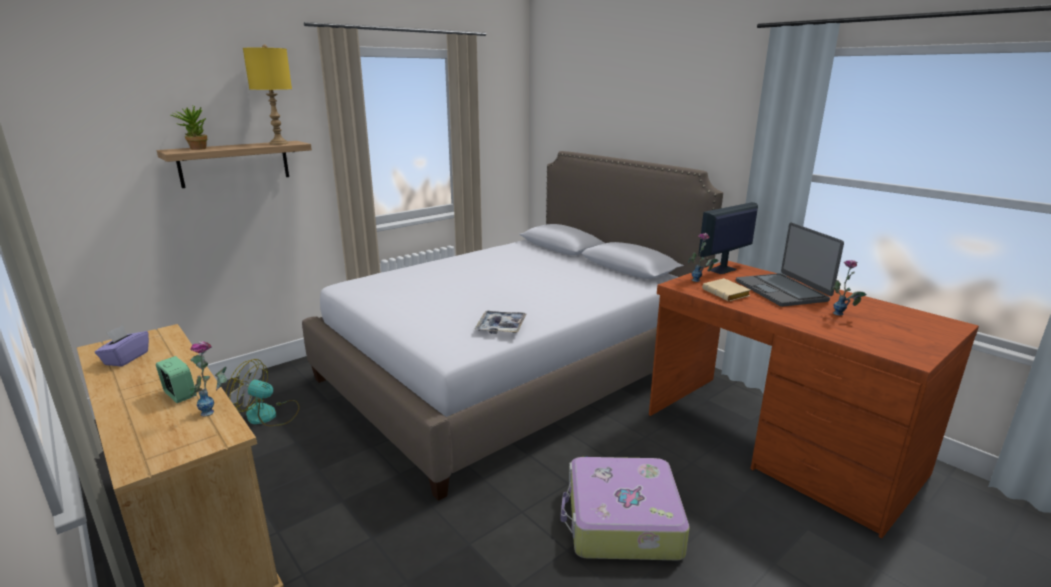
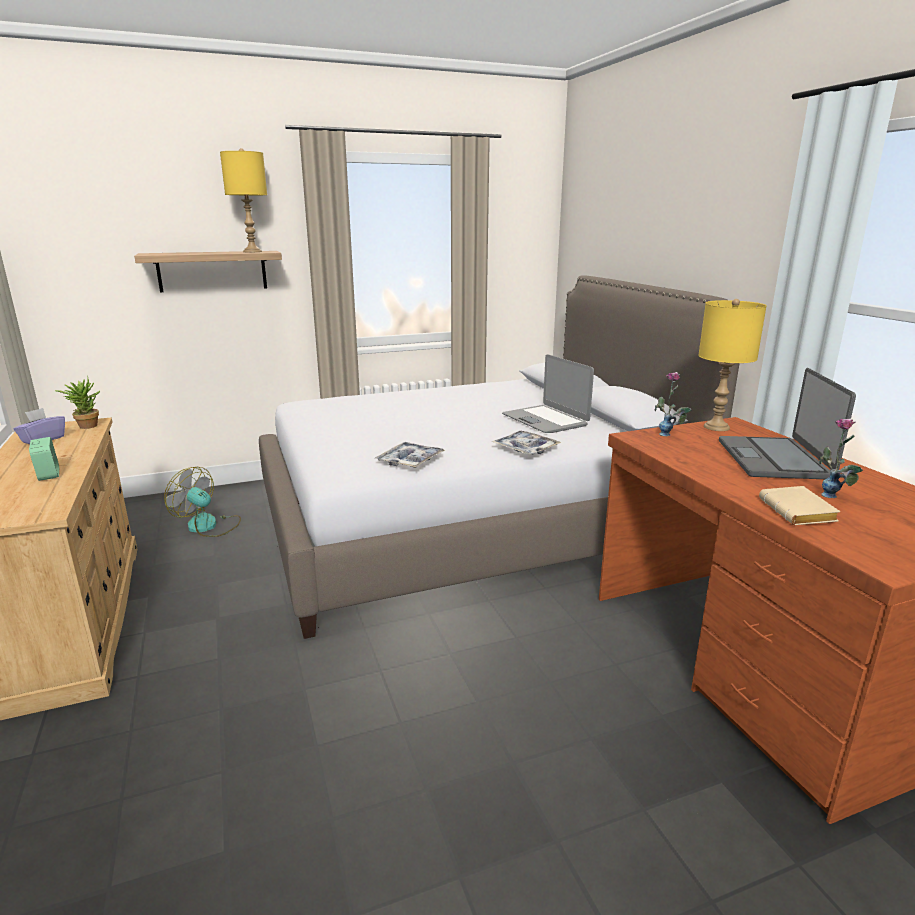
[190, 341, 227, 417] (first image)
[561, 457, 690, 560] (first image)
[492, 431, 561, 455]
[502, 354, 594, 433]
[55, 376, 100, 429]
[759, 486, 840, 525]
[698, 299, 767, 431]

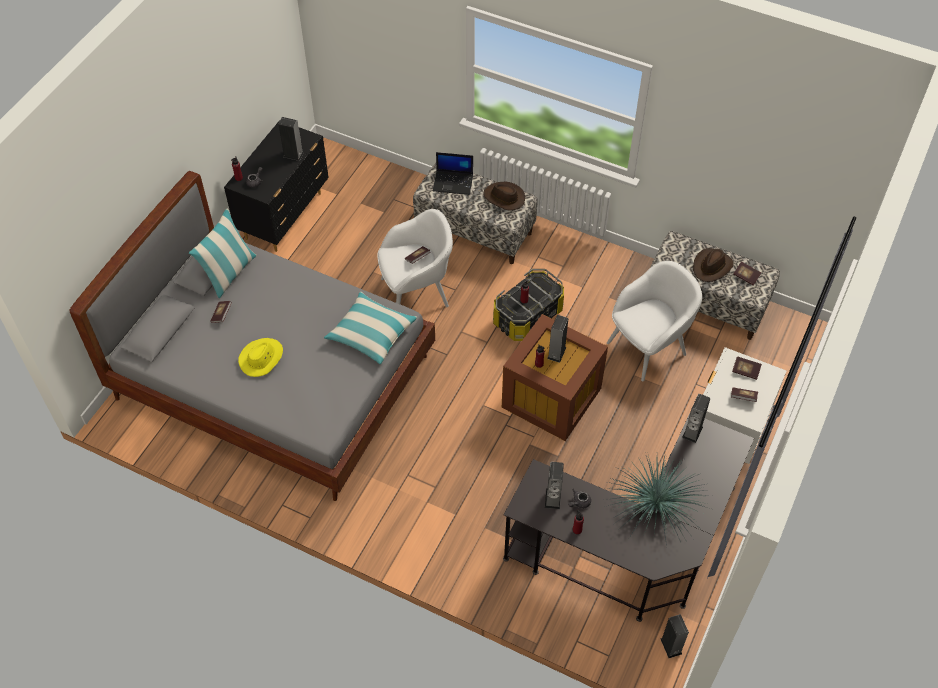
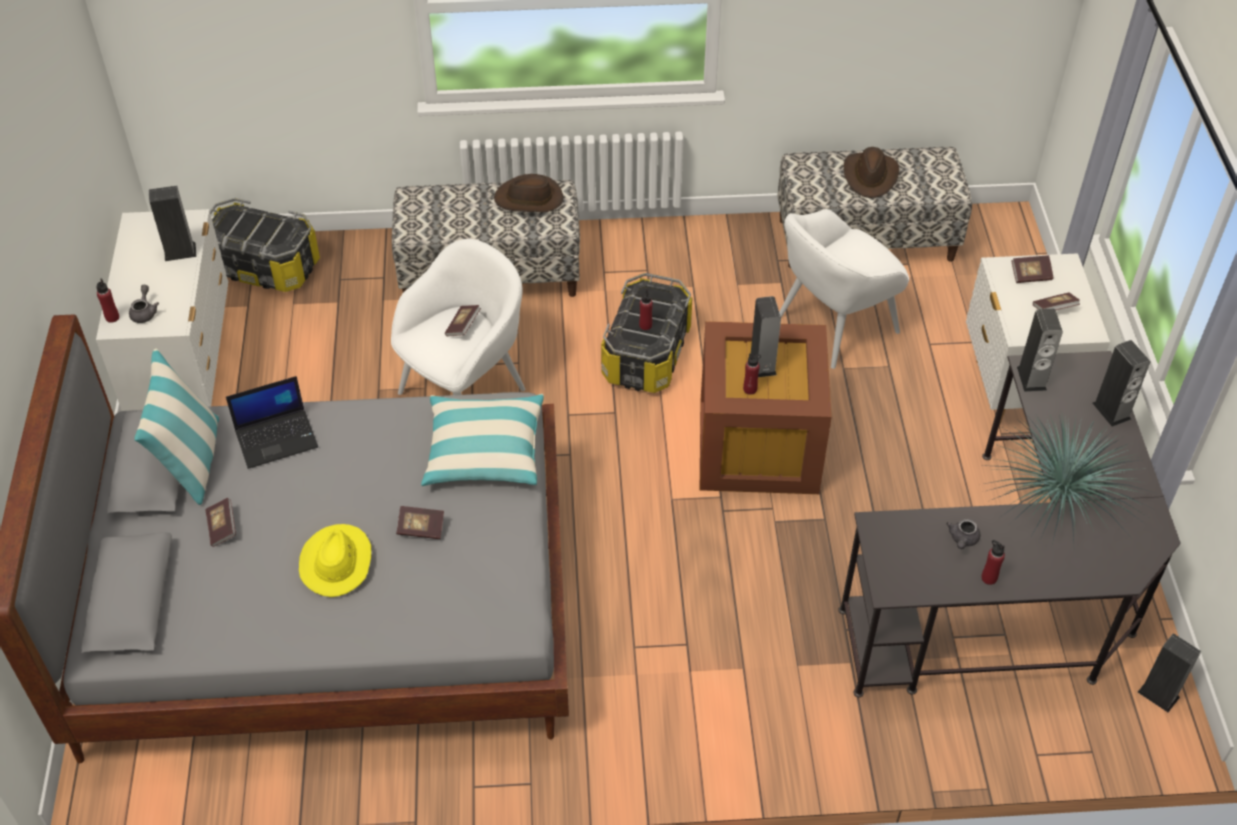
[210, 198, 320, 292]
[226, 376, 318, 469]
[1093, 340, 1150, 427]
[396, 506, 444, 539]
[96, 209, 228, 411]
[779, 209, 909, 369]

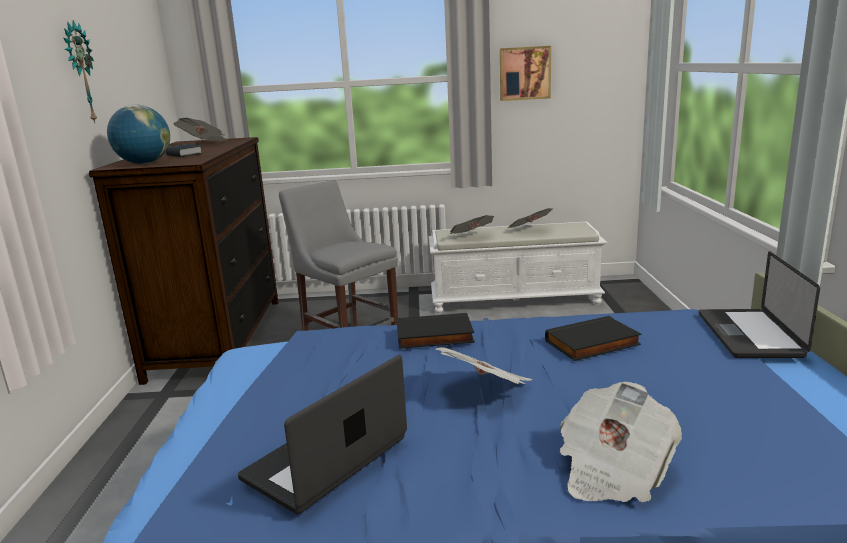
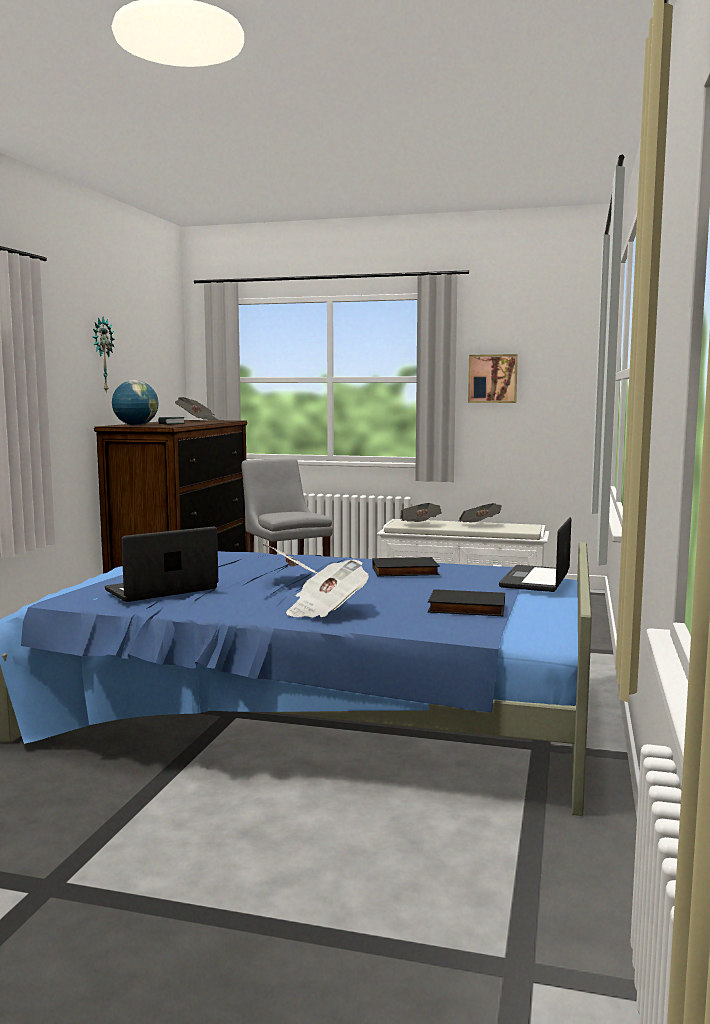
[428, 589, 505, 616]

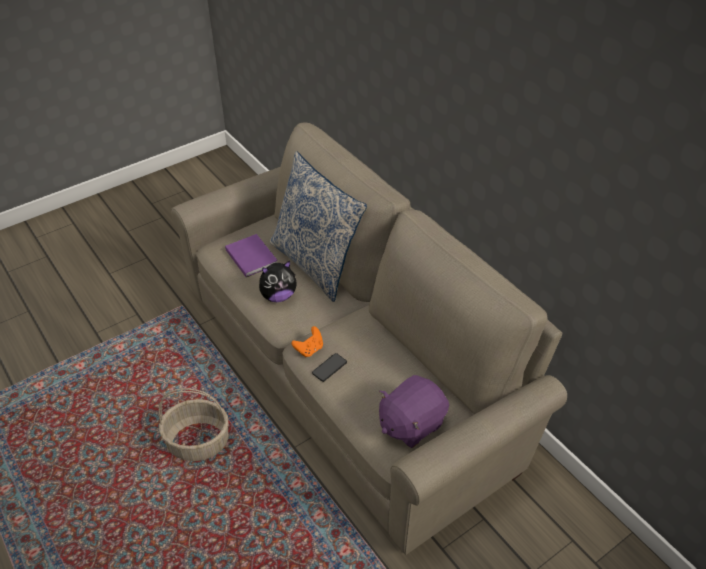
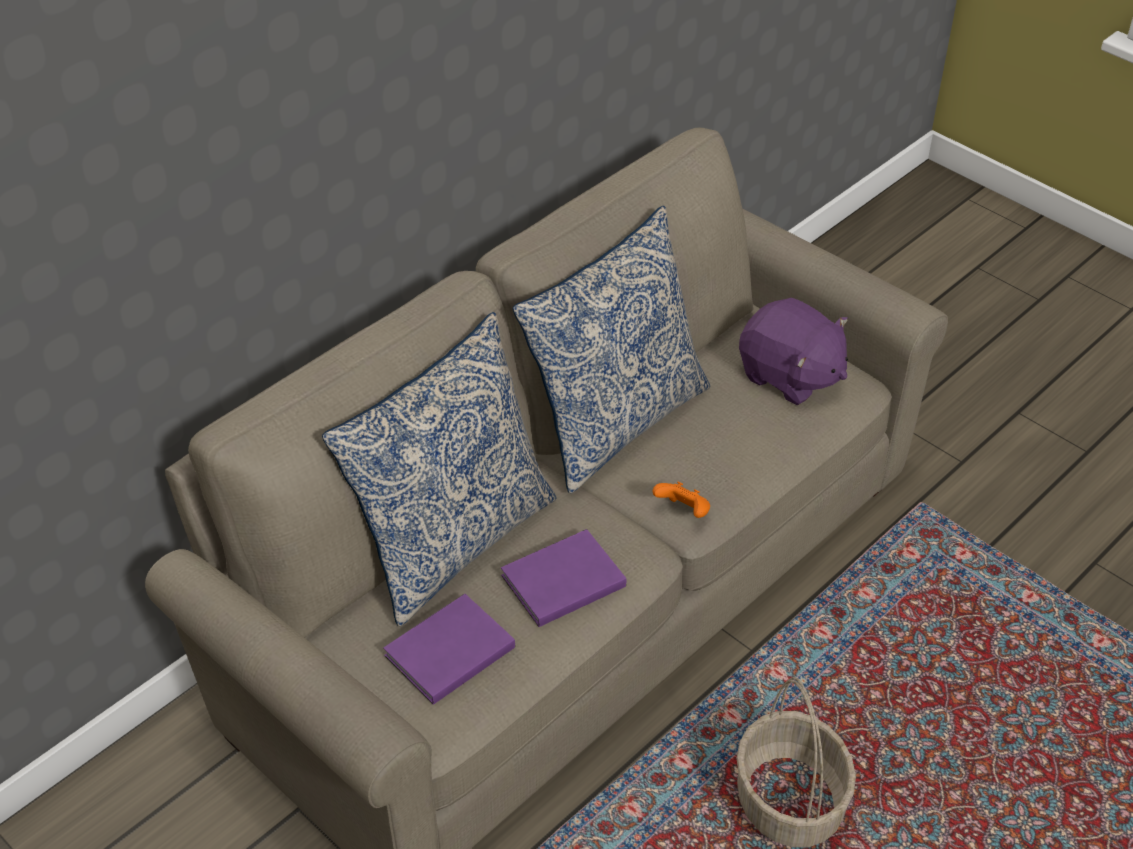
[312, 353, 347, 382] (first image)
[513, 206, 710, 493]
[501, 529, 626, 627]

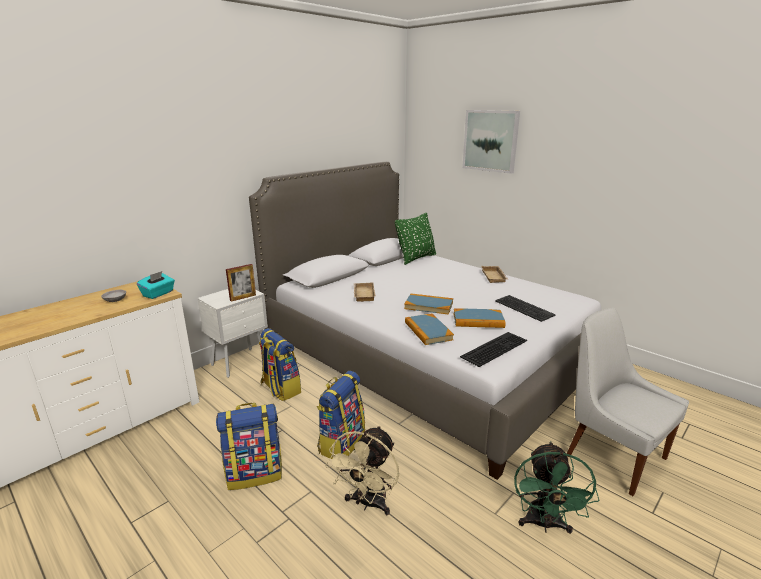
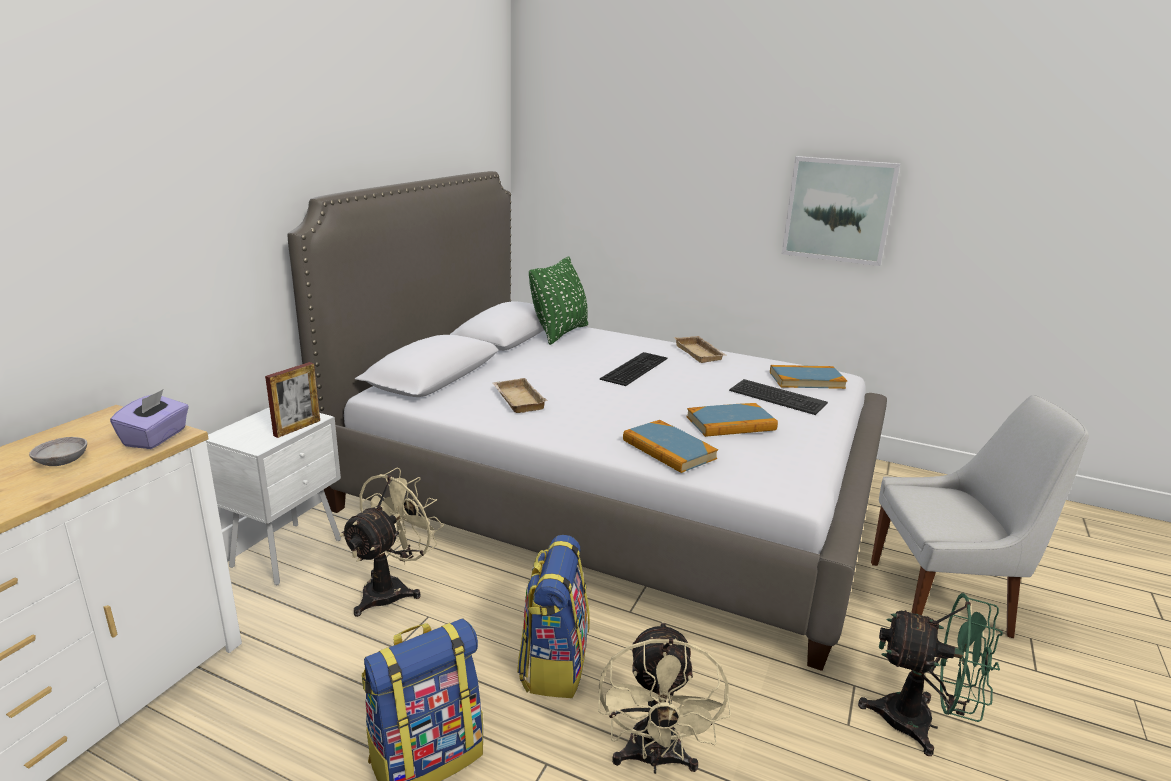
[770, 365, 847, 389]
[600, 352, 668, 386]
[782, 156, 900, 266]
[339, 467, 444, 617]
[110, 389, 189, 449]
[858, 593, 1003, 756]
[871, 395, 1089, 638]

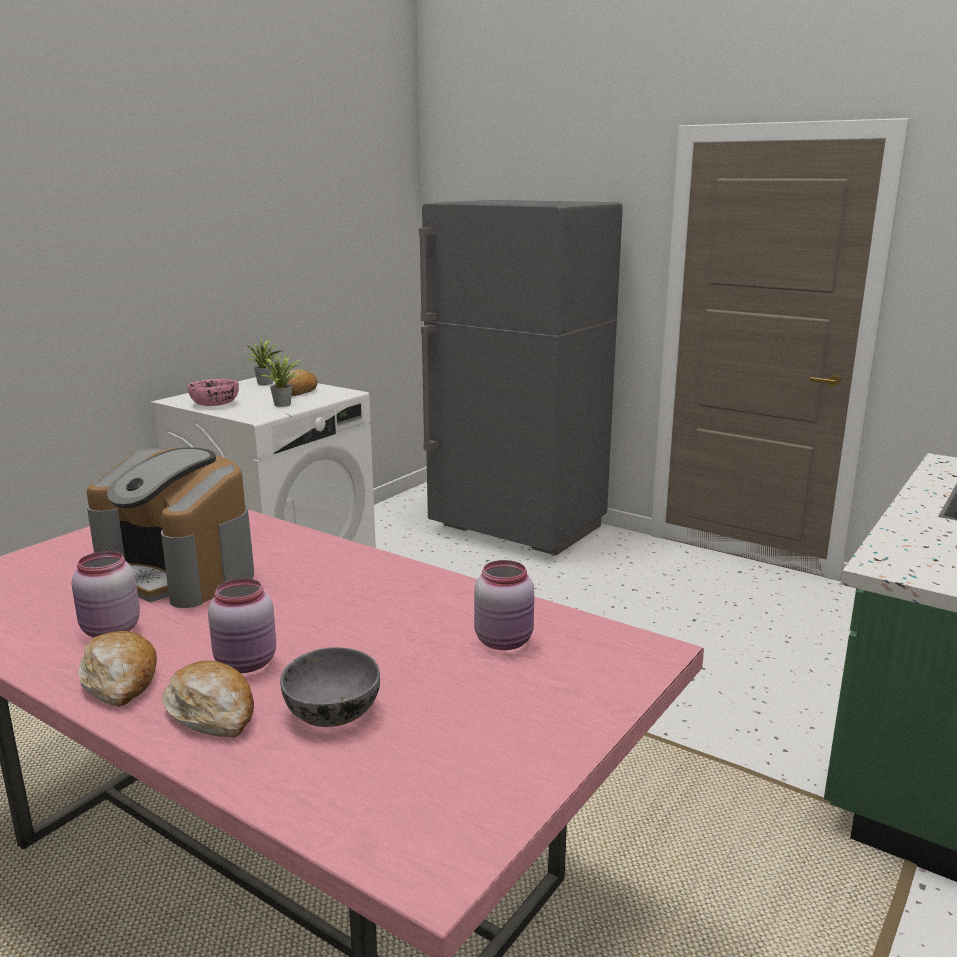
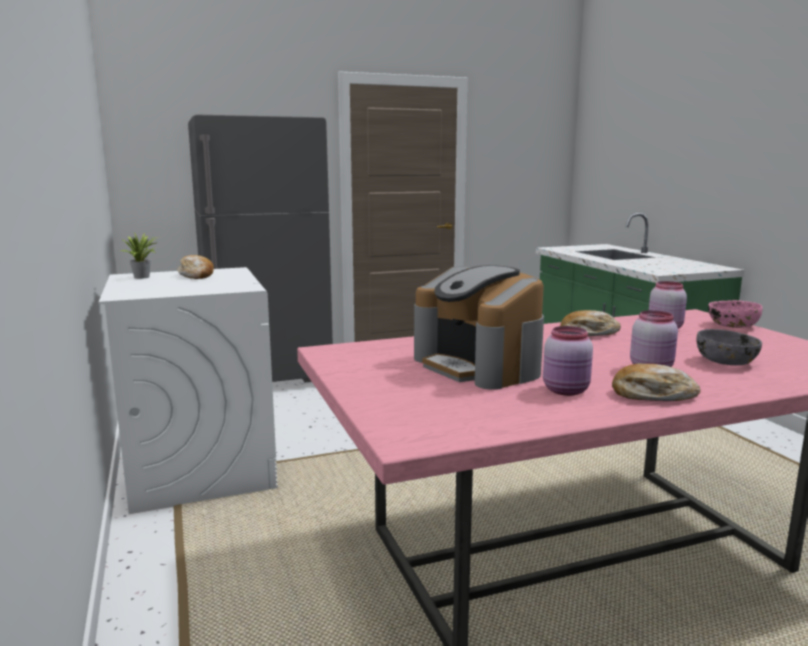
[261, 355, 303, 407] (first image)
[560, 310, 621, 336]
[708, 300, 763, 328]
[414, 265, 544, 390]

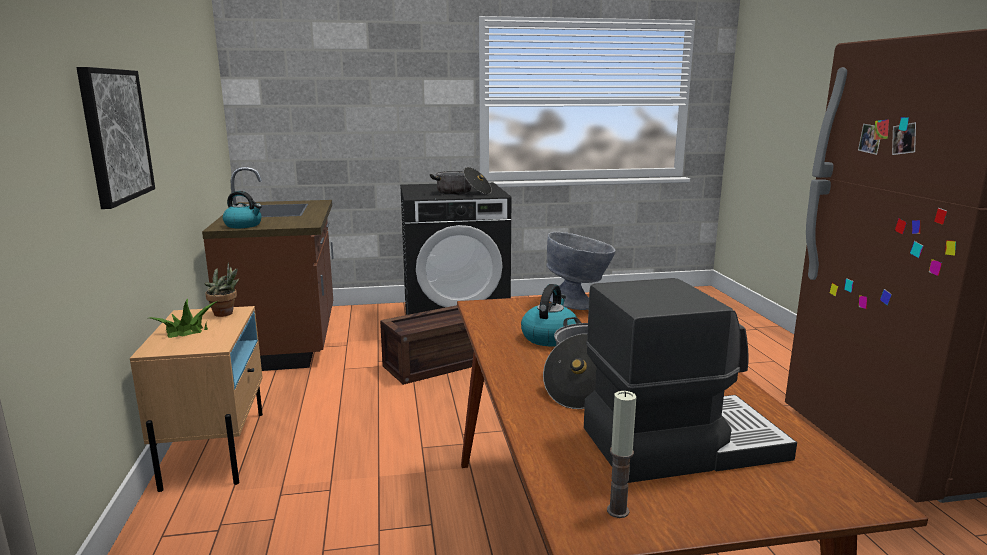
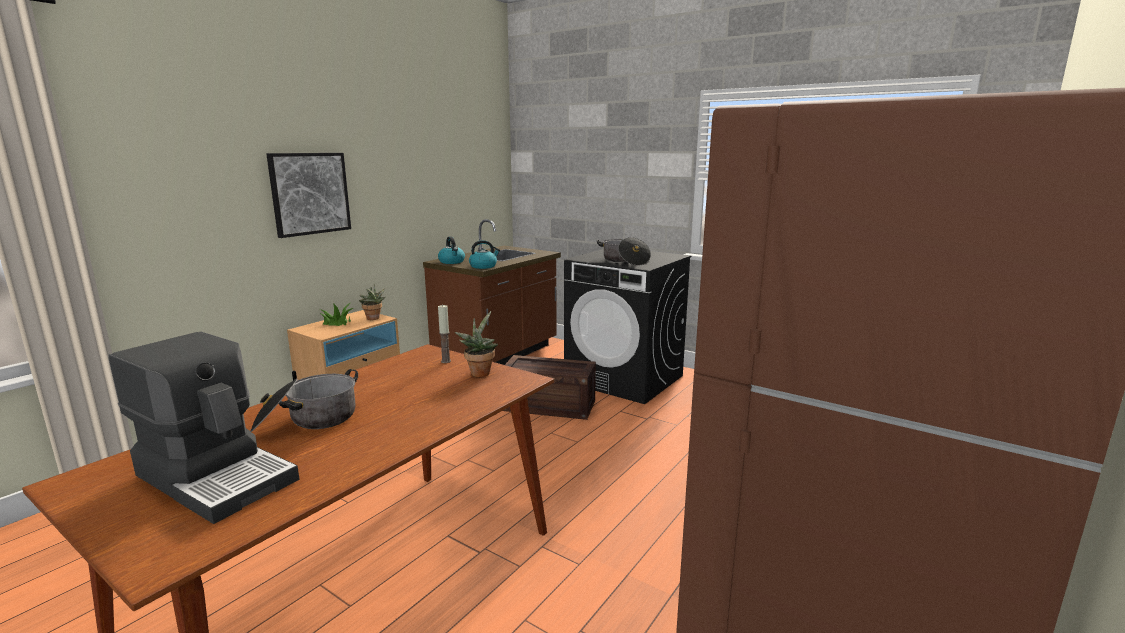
[469, 240, 500, 269]
[438, 304, 451, 363]
[455, 311, 498, 377]

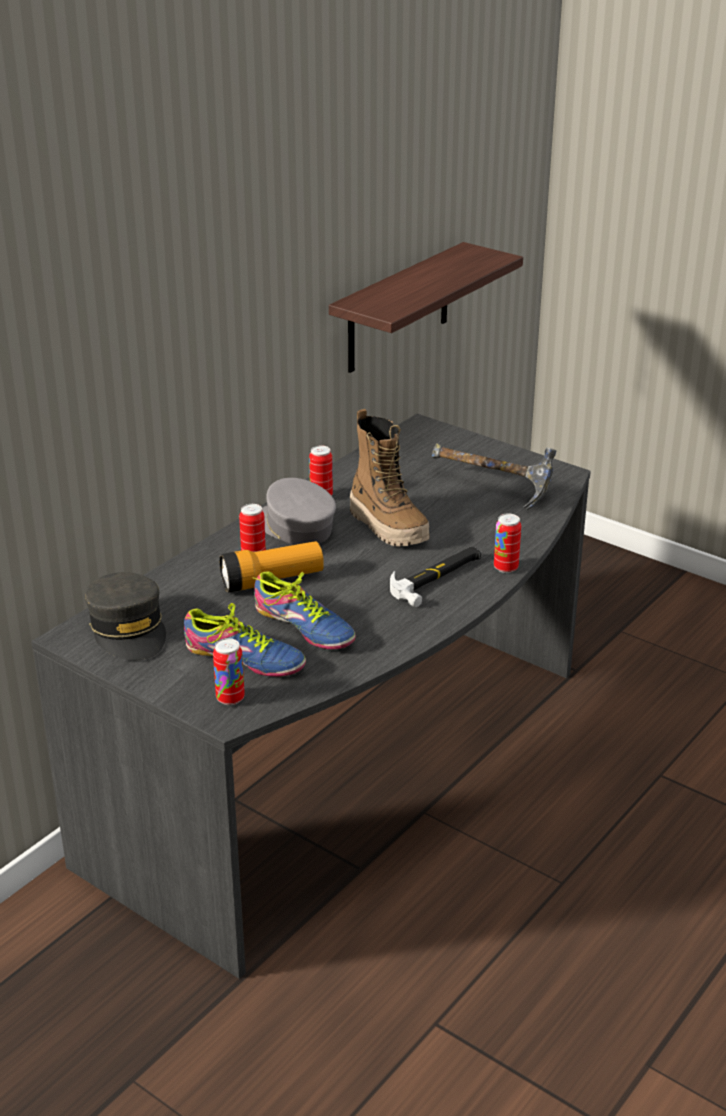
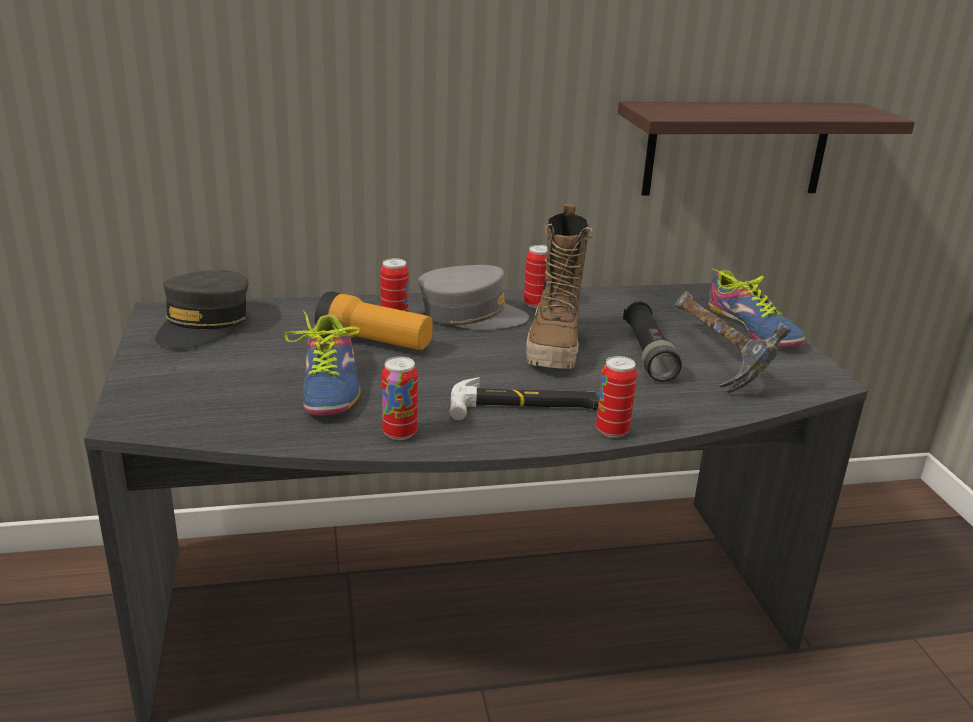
[623, 301, 682, 382]
[708, 268, 805, 347]
[382, 356, 418, 440]
[418, 265, 529, 330]

